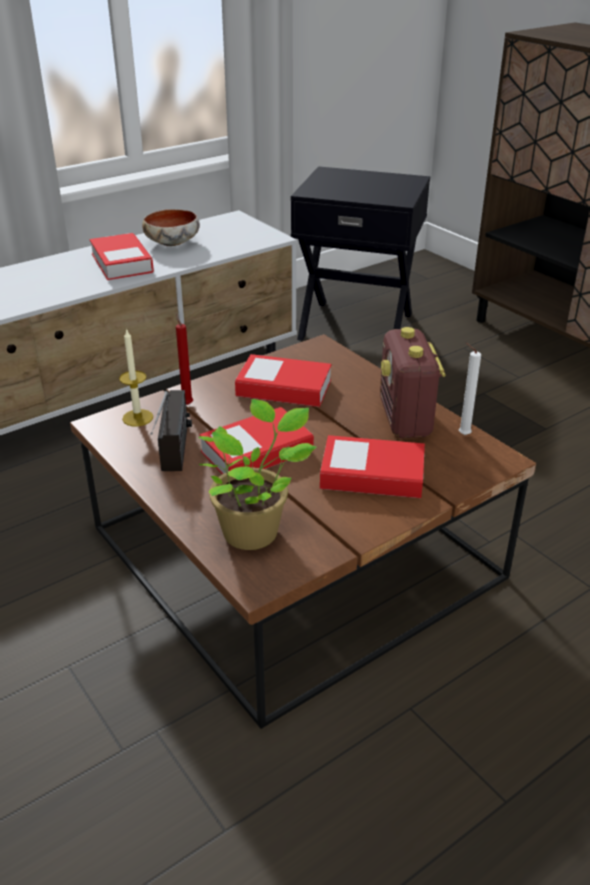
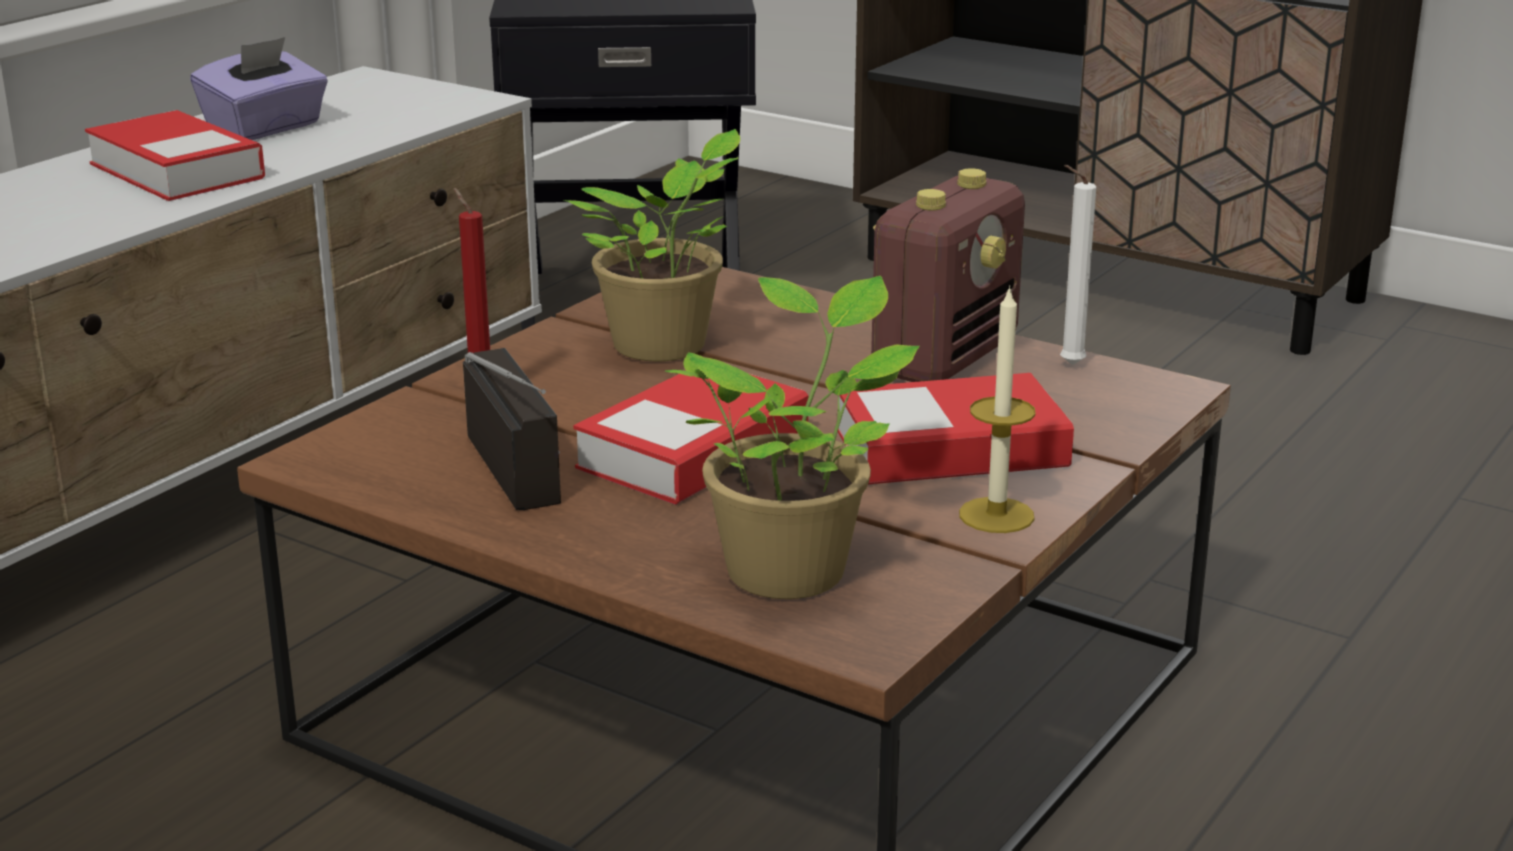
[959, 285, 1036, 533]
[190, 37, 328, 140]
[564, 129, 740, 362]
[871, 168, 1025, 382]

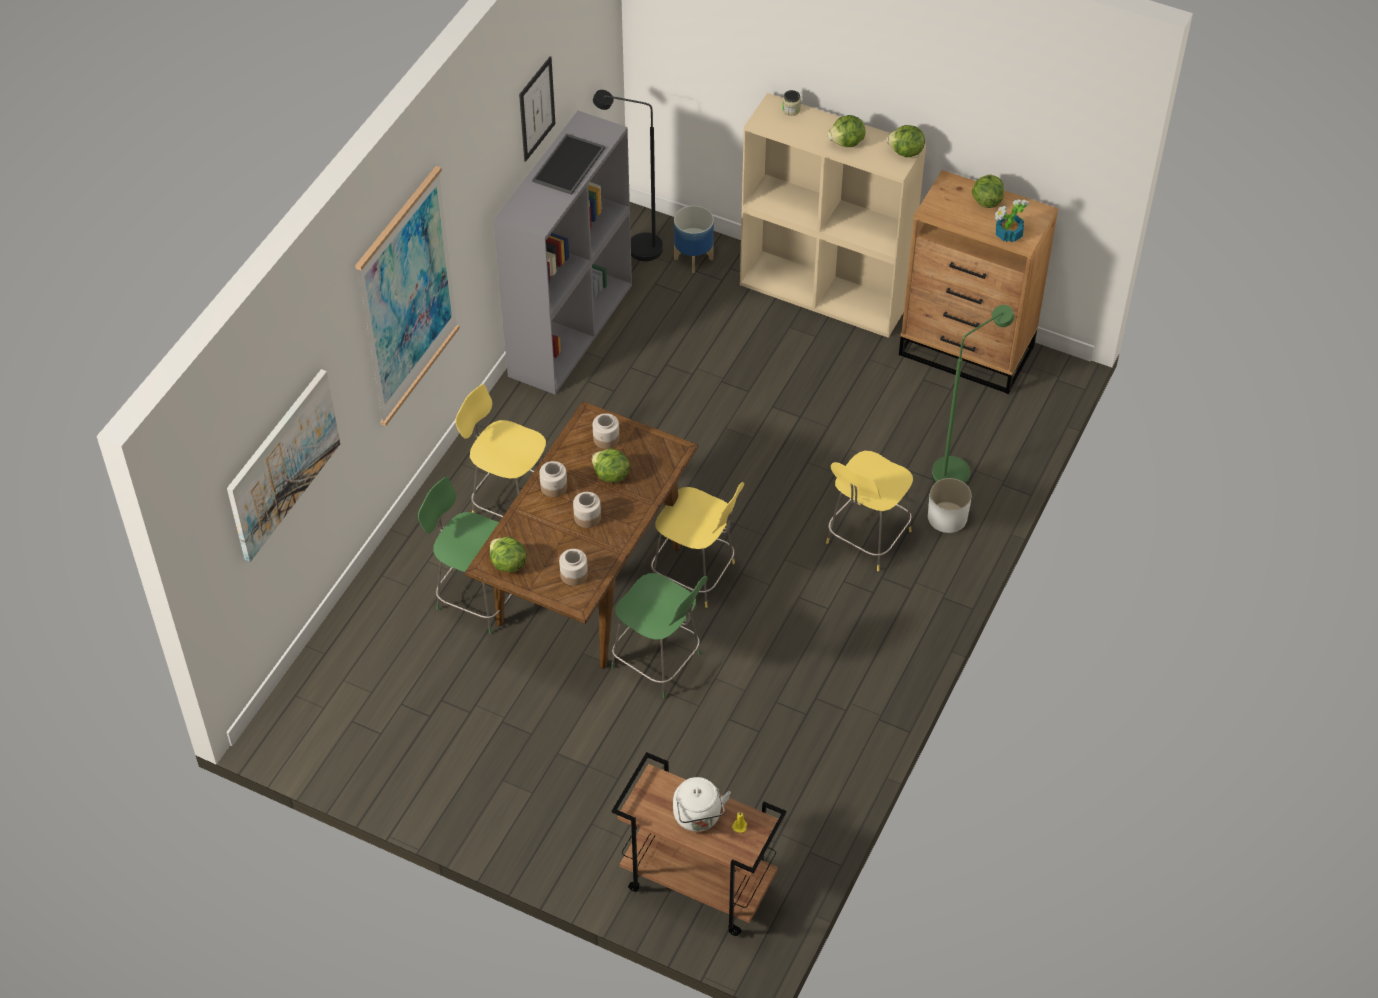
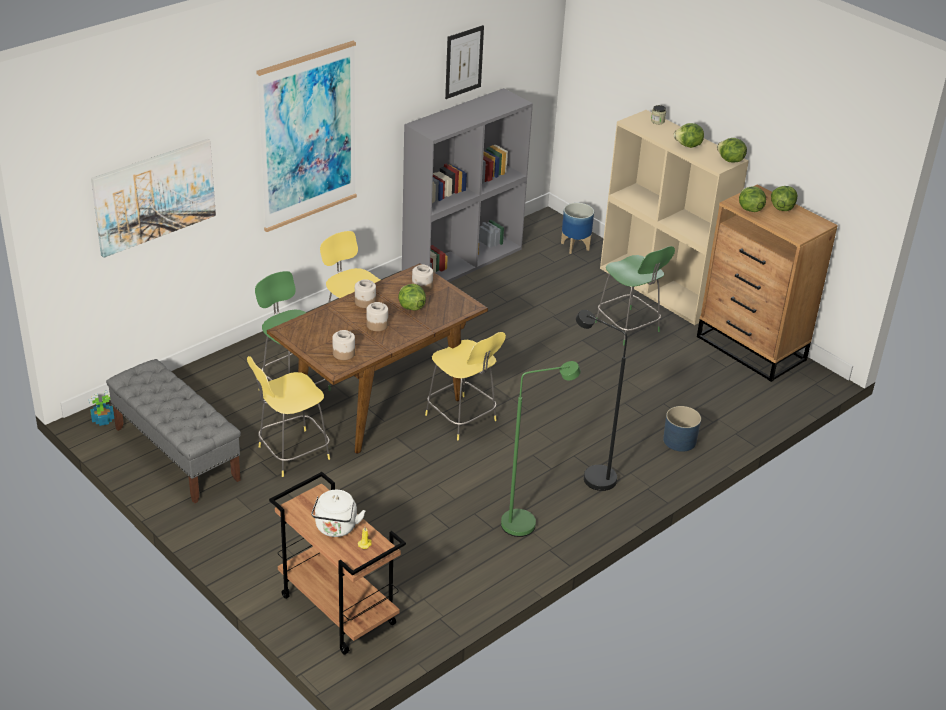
[532, 134, 605, 195] (first image)
[106, 359, 241, 504]
[739, 186, 766, 212]
[576, 310, 627, 491]
[595, 246, 675, 345]
[247, 356, 330, 477]
[501, 361, 581, 537]
[89, 391, 114, 426]
[663, 406, 701, 452]

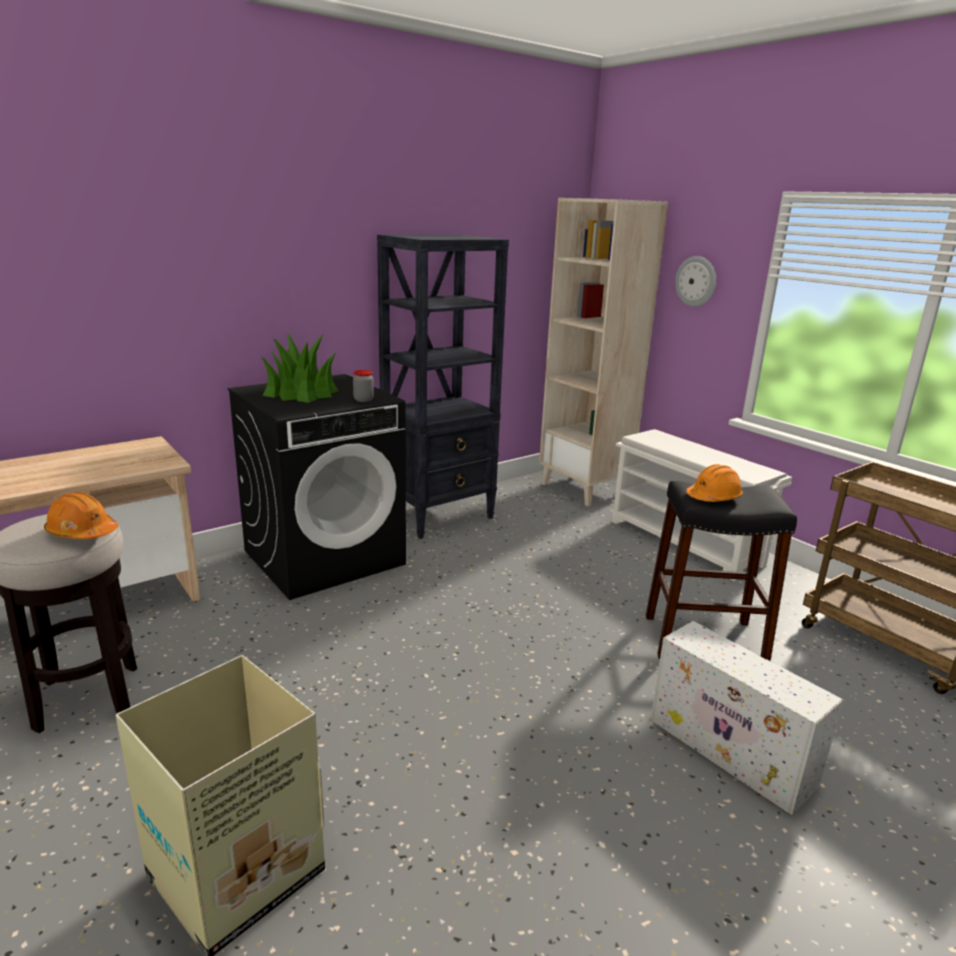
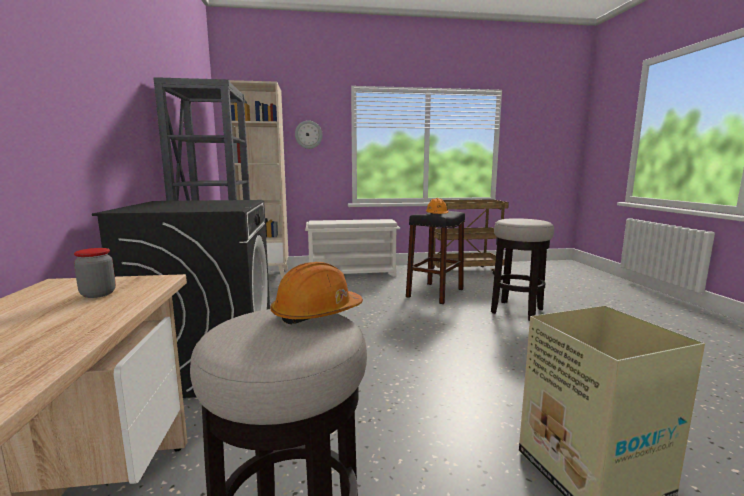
[261, 333, 339, 403] (first image)
[74, 248, 116, 298]
[491, 218, 554, 321]

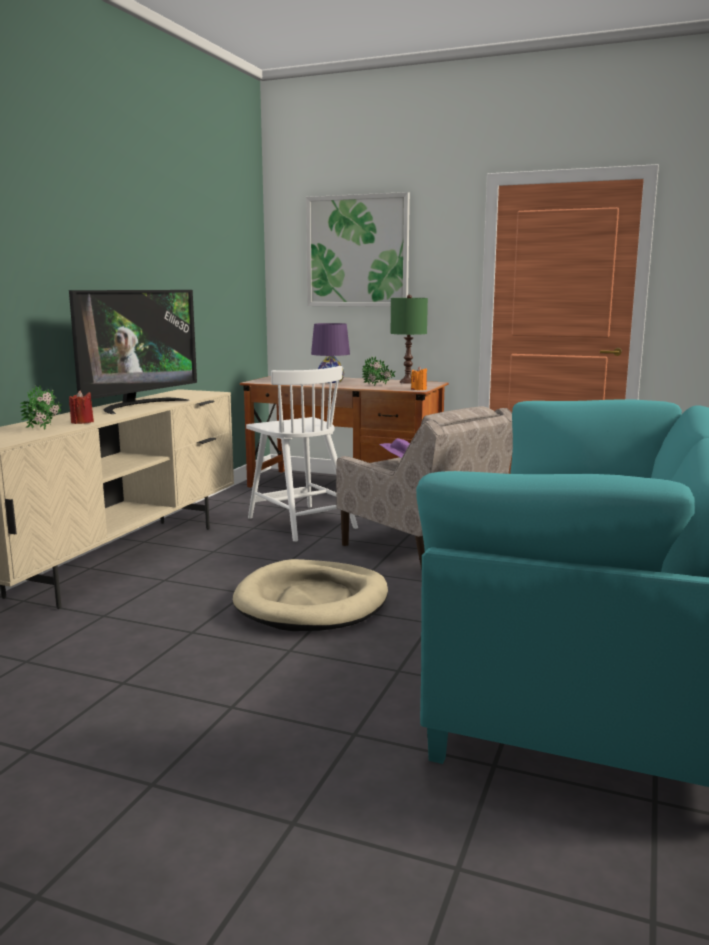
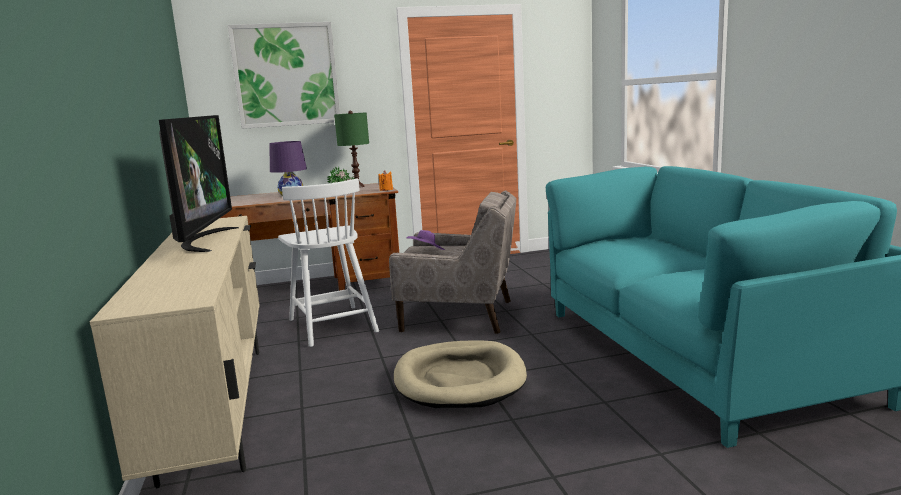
[20, 386, 62, 429] (first image)
[69, 390, 94, 424] (first image)
[278, 179, 379, 347]

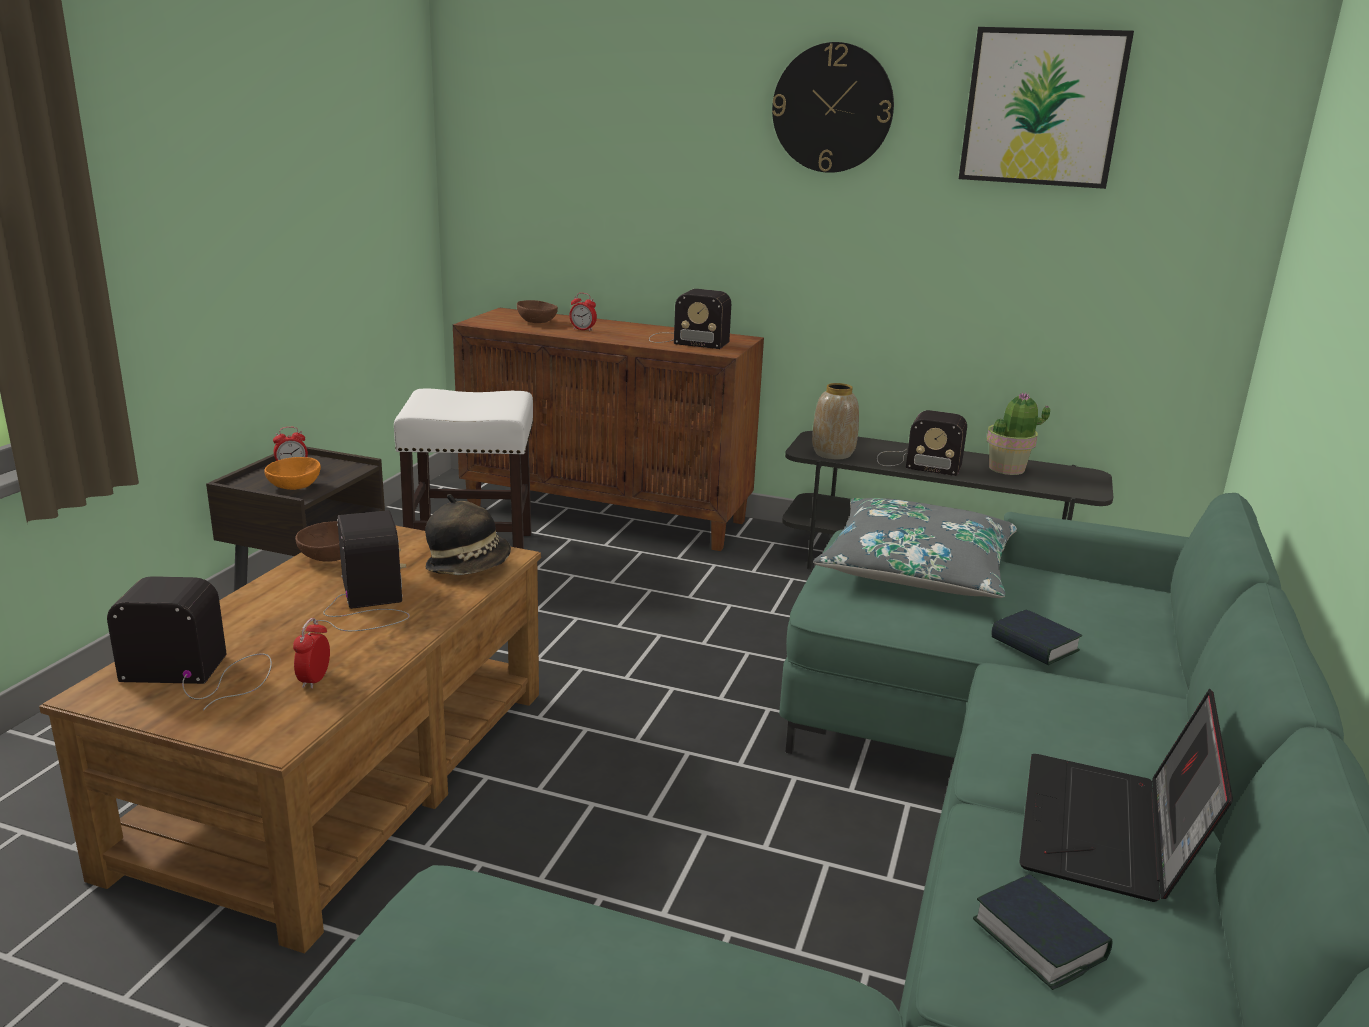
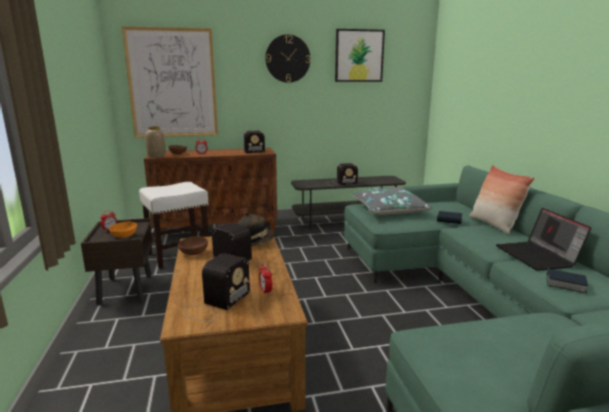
[986, 392, 1050, 475] (first image)
[122, 26, 218, 137]
[469, 165, 534, 235]
[146, 126, 166, 158]
[183, 253, 250, 321]

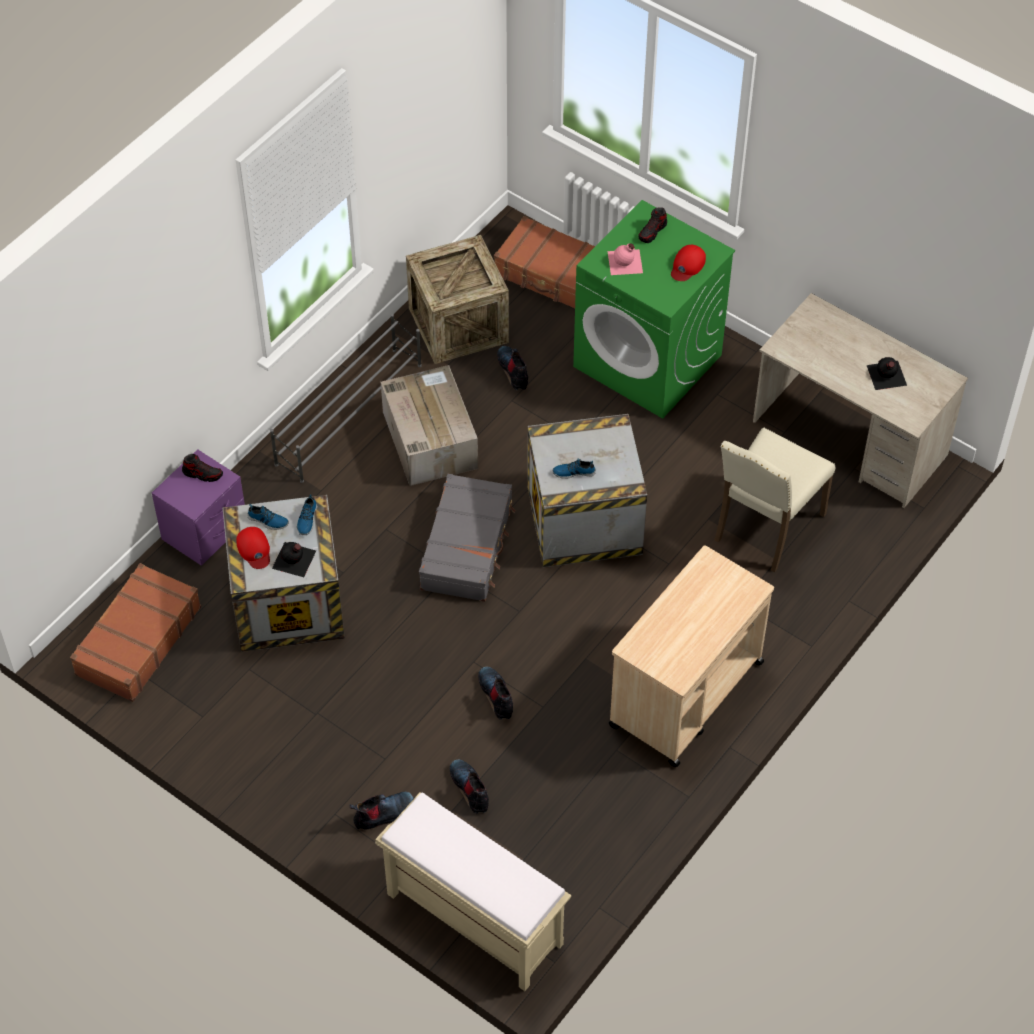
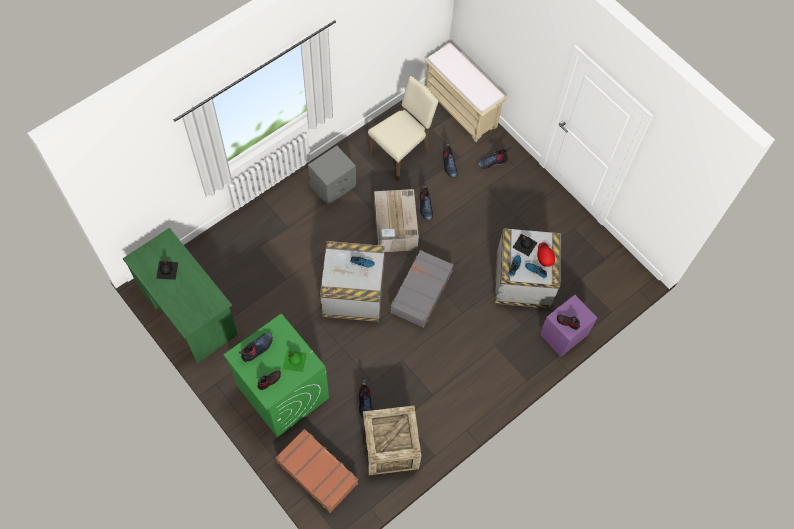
[70, 563, 201, 702] (first image)
[270, 314, 422, 483] (first image)
[374, 189, 419, 252]
[368, 76, 439, 181]
[308, 146, 356, 206]
[239, 333, 273, 362]
[283, 350, 307, 372]
[123, 228, 238, 363]

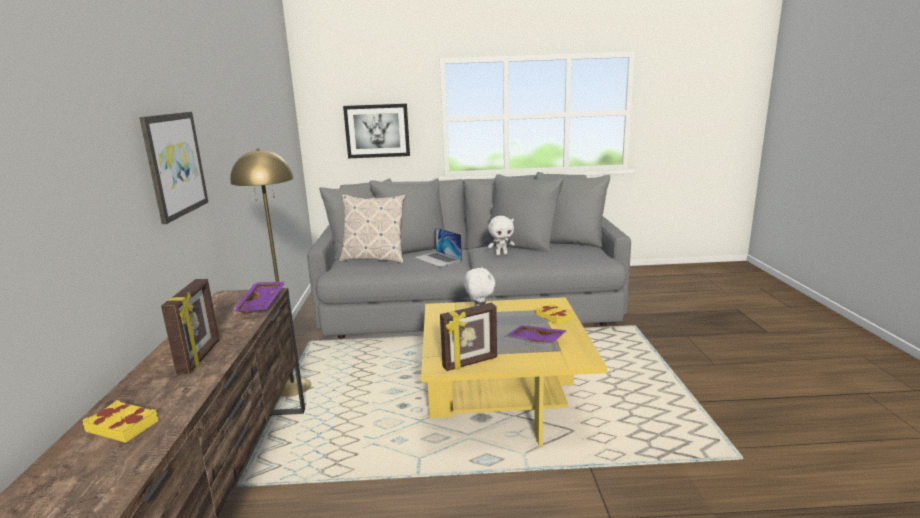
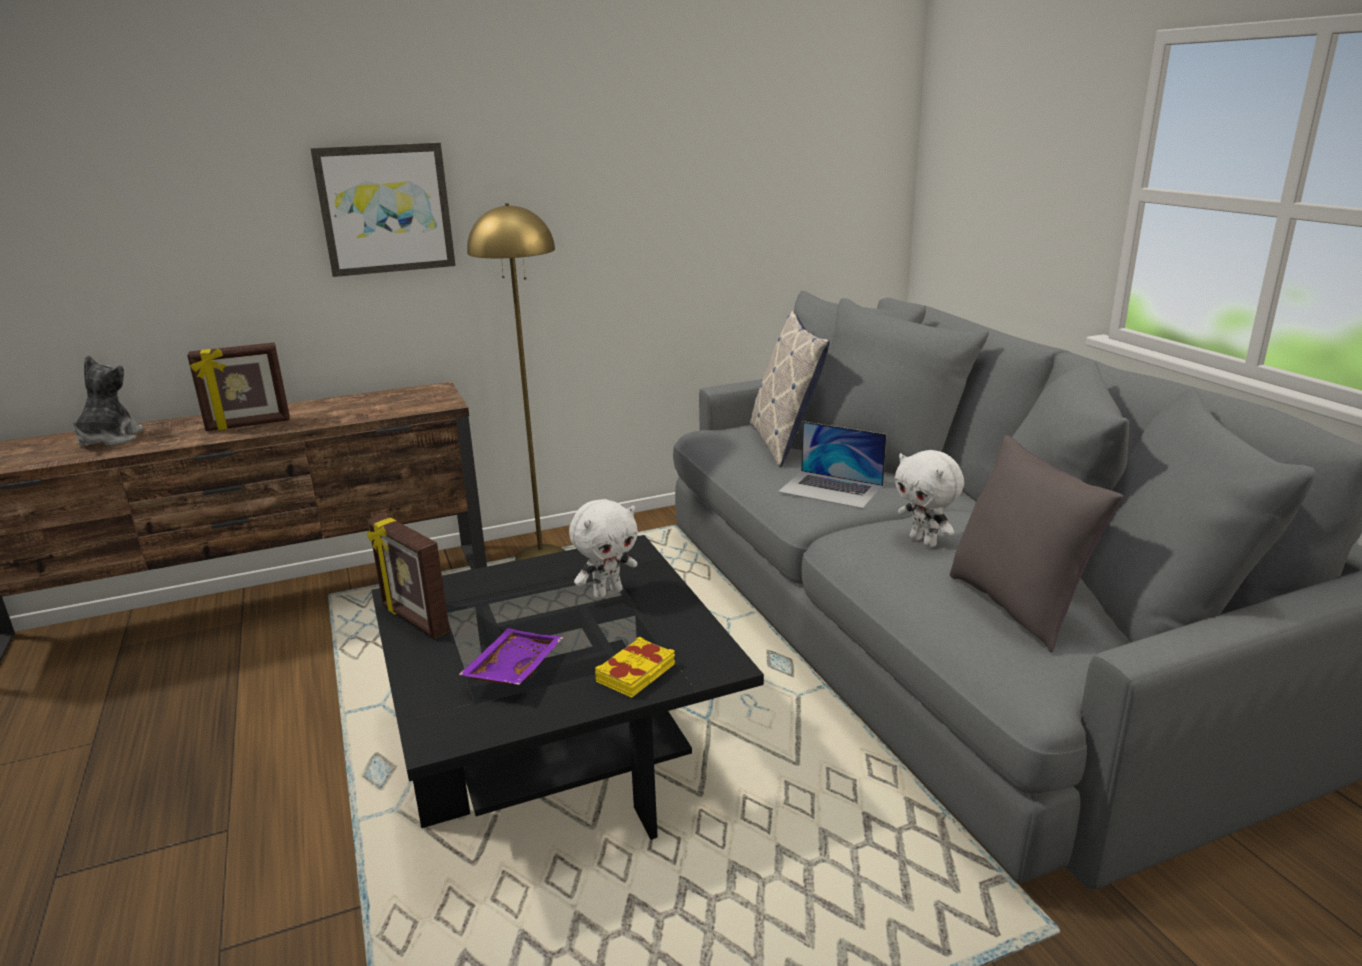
[233, 282, 285, 313] (first image)
[343, 104, 410, 158] (first image)
[950, 435, 1123, 652]
[73, 355, 144, 447]
[372, 535, 764, 840]
[778, 421, 886, 509]

